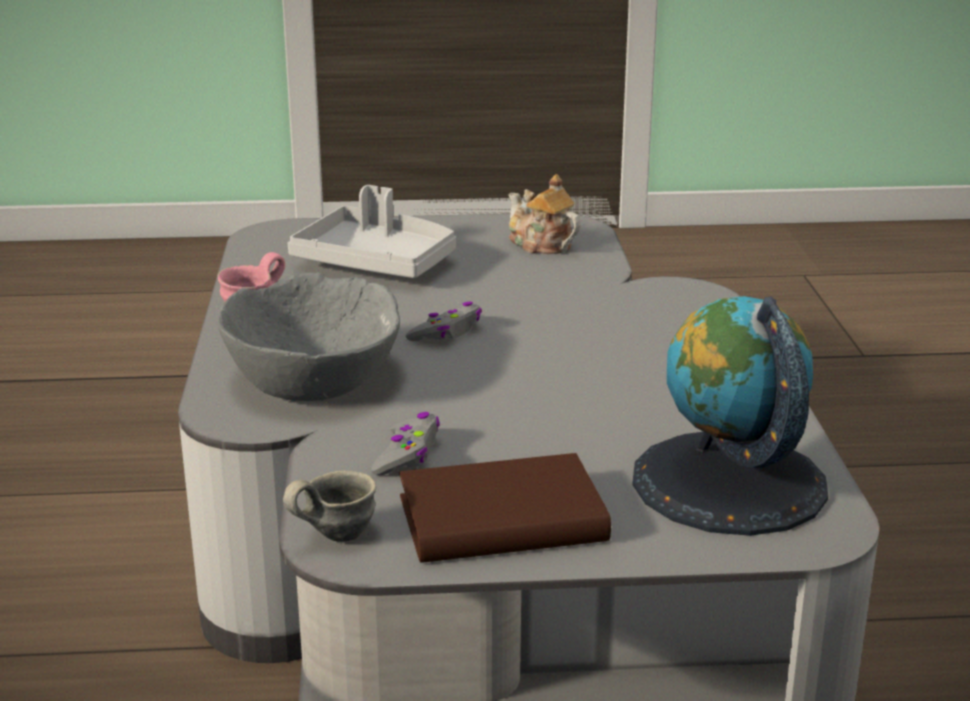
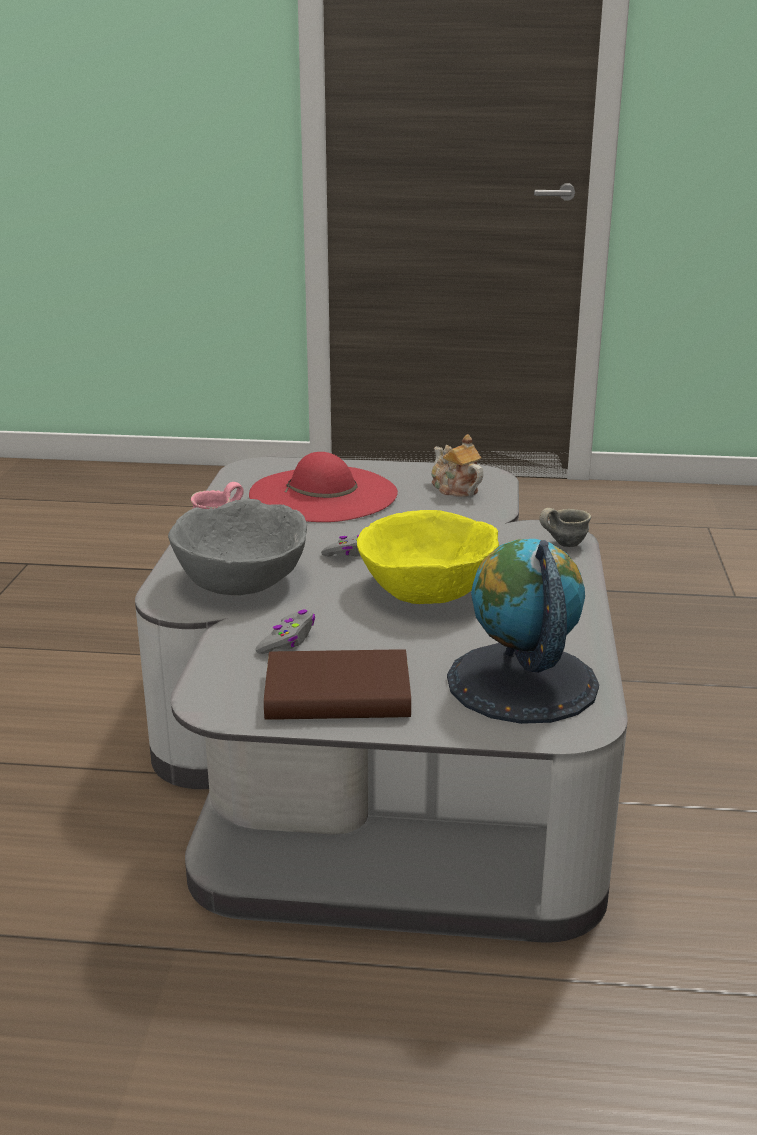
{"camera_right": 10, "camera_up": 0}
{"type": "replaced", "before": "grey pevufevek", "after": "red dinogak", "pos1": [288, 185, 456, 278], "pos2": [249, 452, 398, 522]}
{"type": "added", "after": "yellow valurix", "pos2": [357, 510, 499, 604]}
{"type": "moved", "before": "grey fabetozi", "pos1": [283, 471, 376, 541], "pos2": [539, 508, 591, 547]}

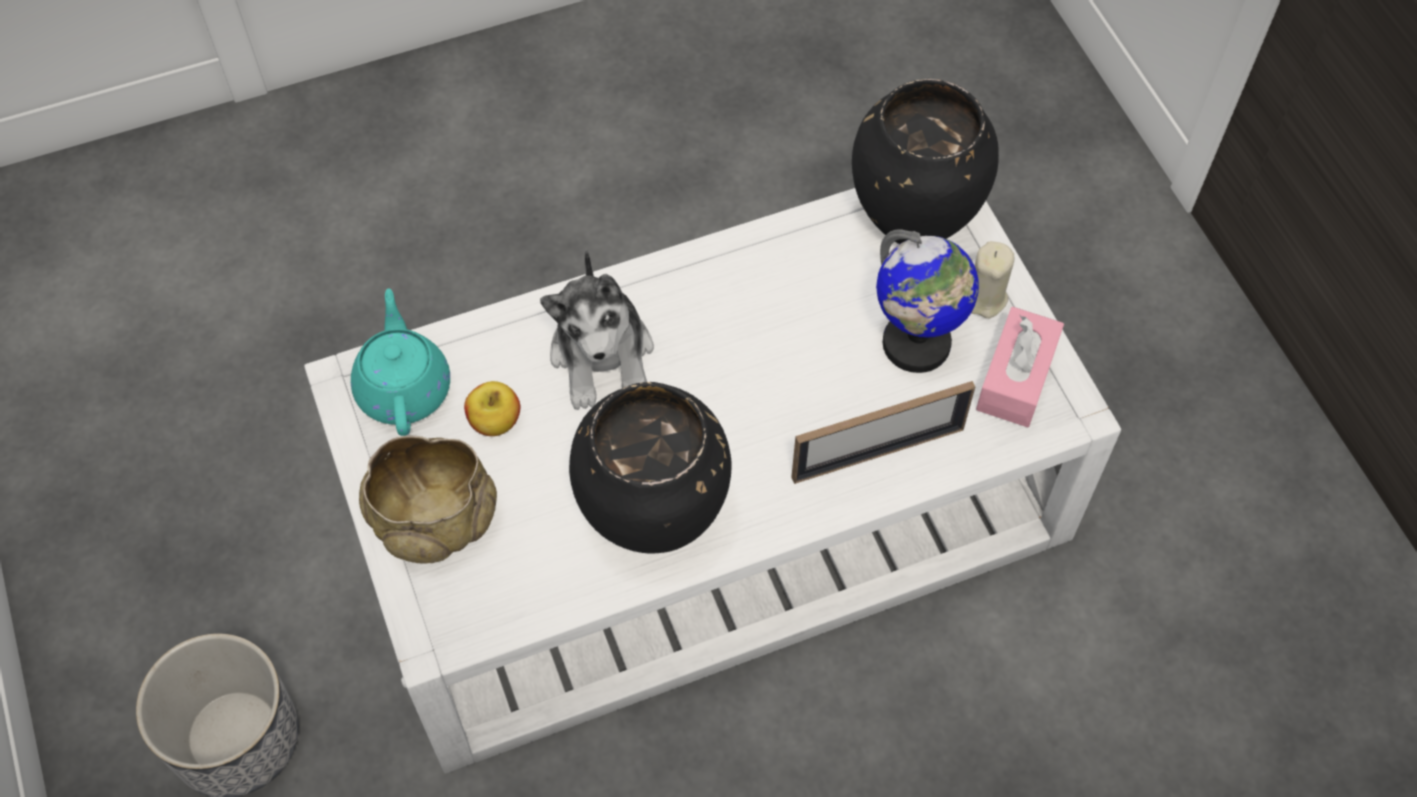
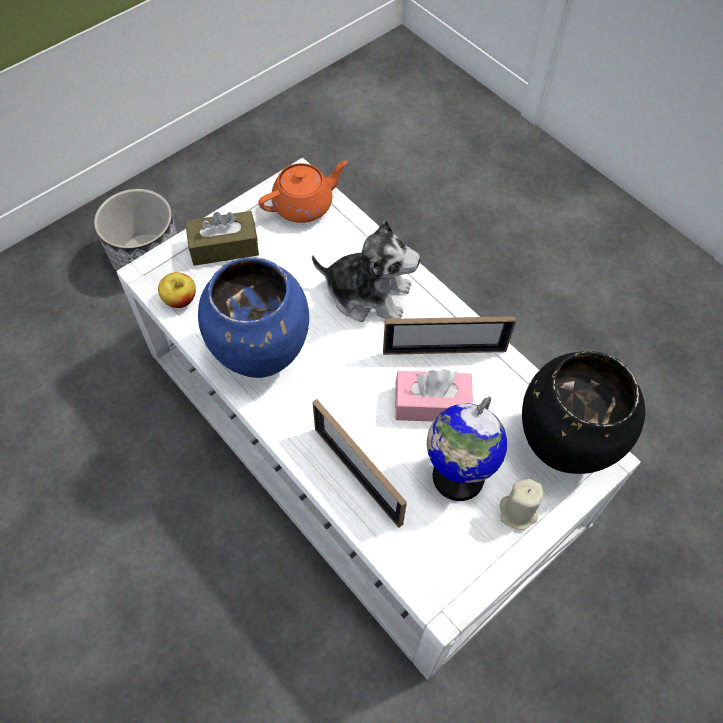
{"camera_right": 70, "camera_up": 0}
{"type": "moved", "before": "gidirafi", "pos1": [464, 381, 520, 436], "pos2": [158, 272, 196, 308]}
{"type": "replaced", "before": "beige valurix", "after": "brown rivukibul", "pos1": [359, 436, 497, 564], "pos2": [185, 211, 259, 266]}
{"type": "recoloured", "before": "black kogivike", "after": "blue kogivike", "pos1": [569, 382, 732, 553], "pos2": [198, 257, 309, 378]}
{"type": "recoloured", "before": "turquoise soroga", "after": "orange soroga", "pos1": [351, 288, 450, 436], "pos2": [259, 161, 348, 223]}
{"type": "turned", "before": "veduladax", "pos1": [540, 249, 654, 410], "pos2": [312, 220, 420, 322], "turn": -135}
{"type": "added", "after": "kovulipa", "pos2": [383, 316, 516, 355]}
{"type": "moved", "before": "pink rivukibul", "pos1": [976, 307, 1064, 427], "pos2": [395, 369, 473, 422]}

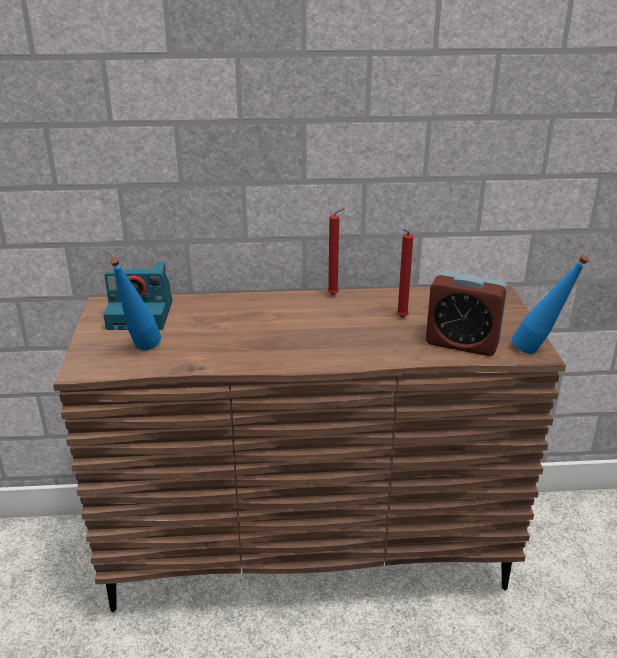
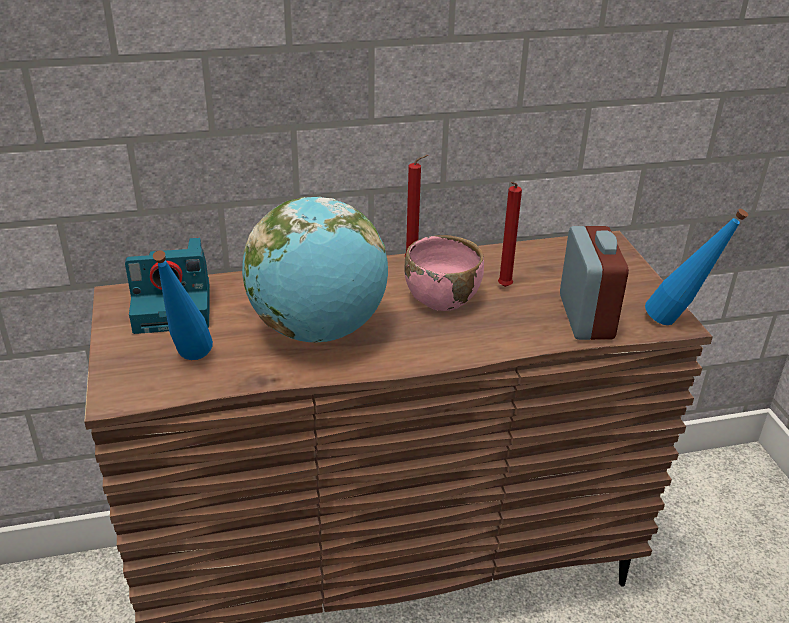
{"camera_right": -10, "camera_up": 5}
{"type": "added", "after": "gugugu", "pos2": [242, 196, 388, 343]}
{"type": "added", "after": "pink valurix", "pos2": [405, 235, 484, 311]}
{"type": "turned", "before": "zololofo", "pos1": [426, 271, 508, 356], "pos2": [560, 226, 629, 340], "turn": -105}

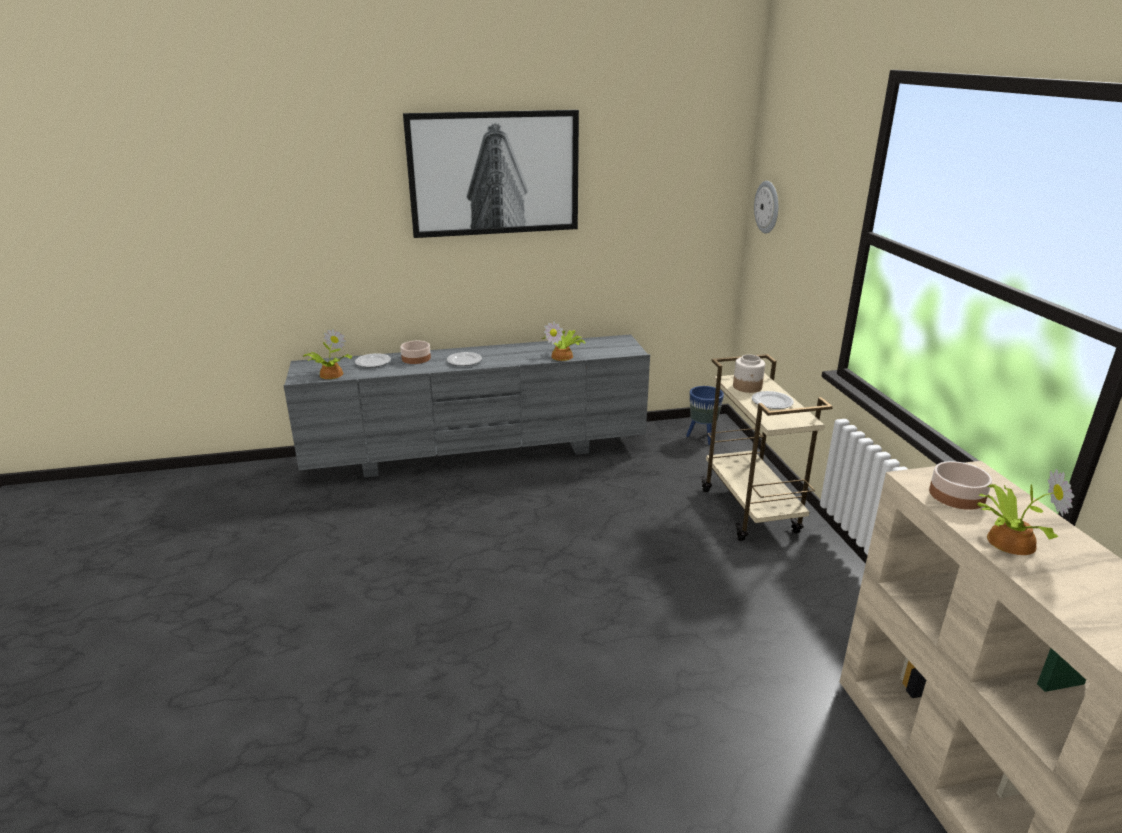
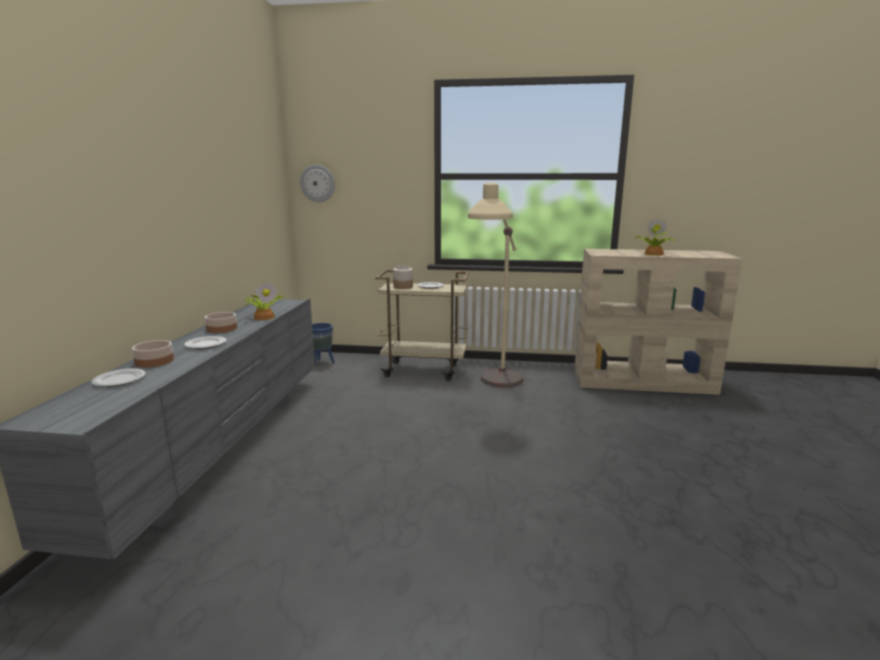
{"camera_right": -70, "camera_up": -10}
{"type": "moved", "before": "valurix", "pos1": [929, 461, 992, 510], "pos2": [205, 312, 237, 333]}
{"type": "added", "after": "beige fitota", "pos2": [468, 182, 523, 388]}
{"type": "removed", "before": "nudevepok", "pos1": [302, 328, 352, 379]}
{"type": "removed", "before": "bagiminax", "pos1": [403, 110, 579, 238]}

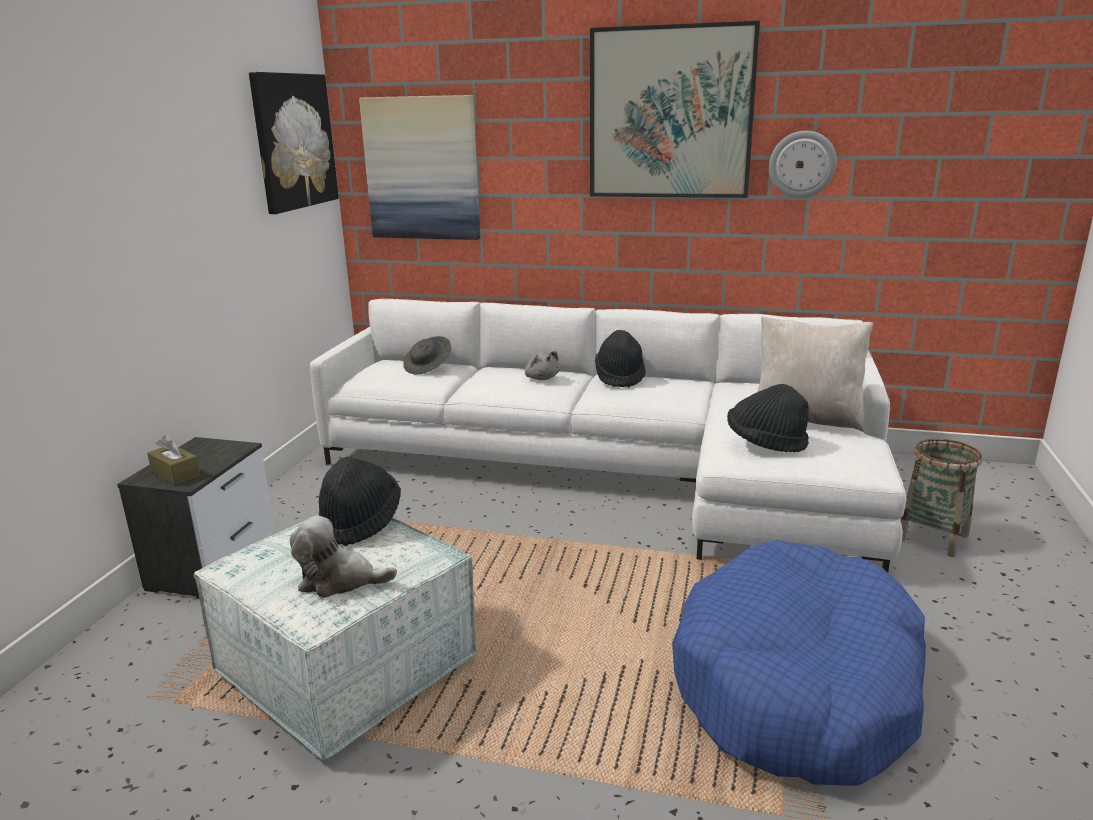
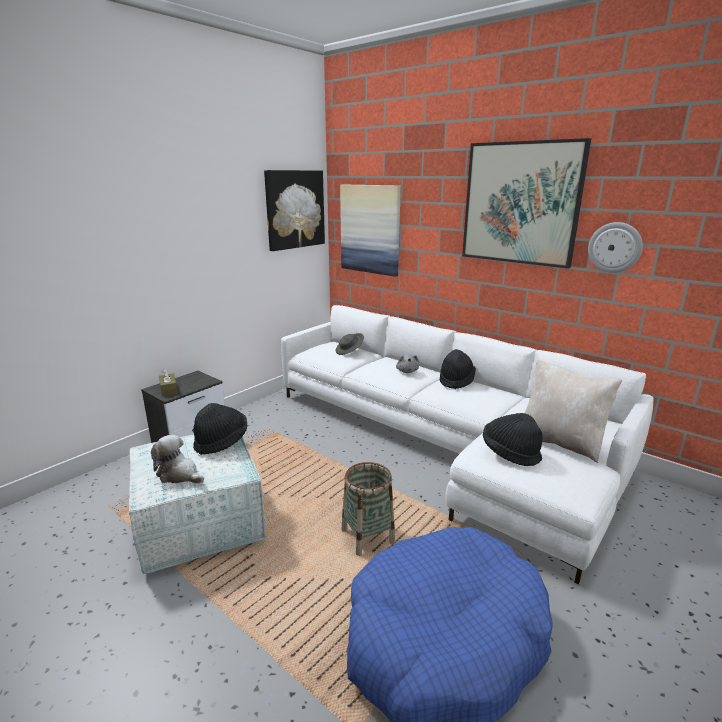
{"camera_right": 25, "camera_up": 0}
{"type": "moved", "before": "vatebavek", "pos1": [901, 439, 982, 557], "pos2": [342, 462, 395, 556]}

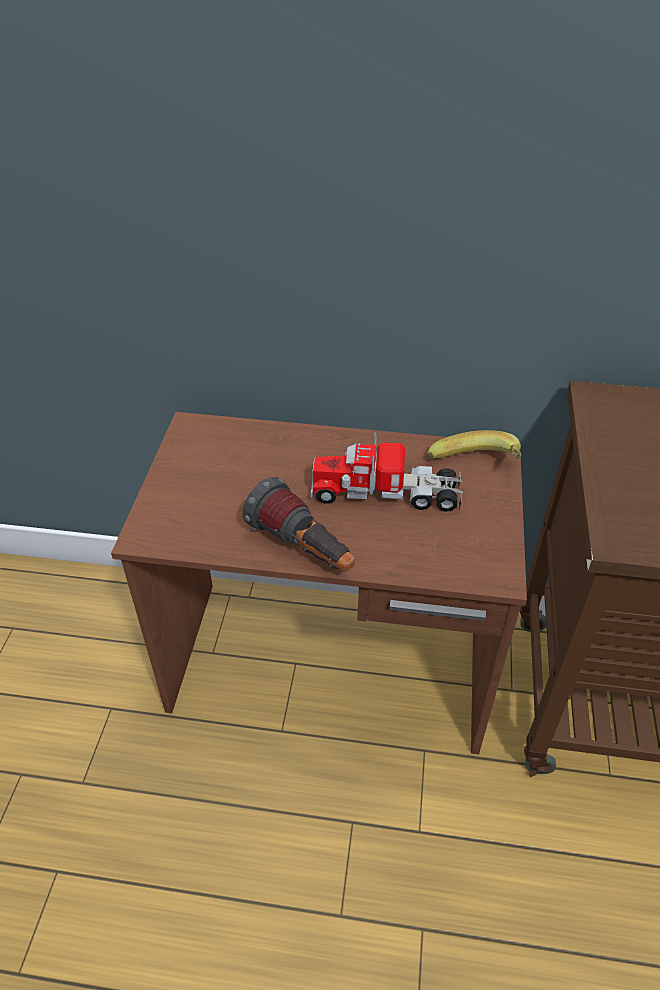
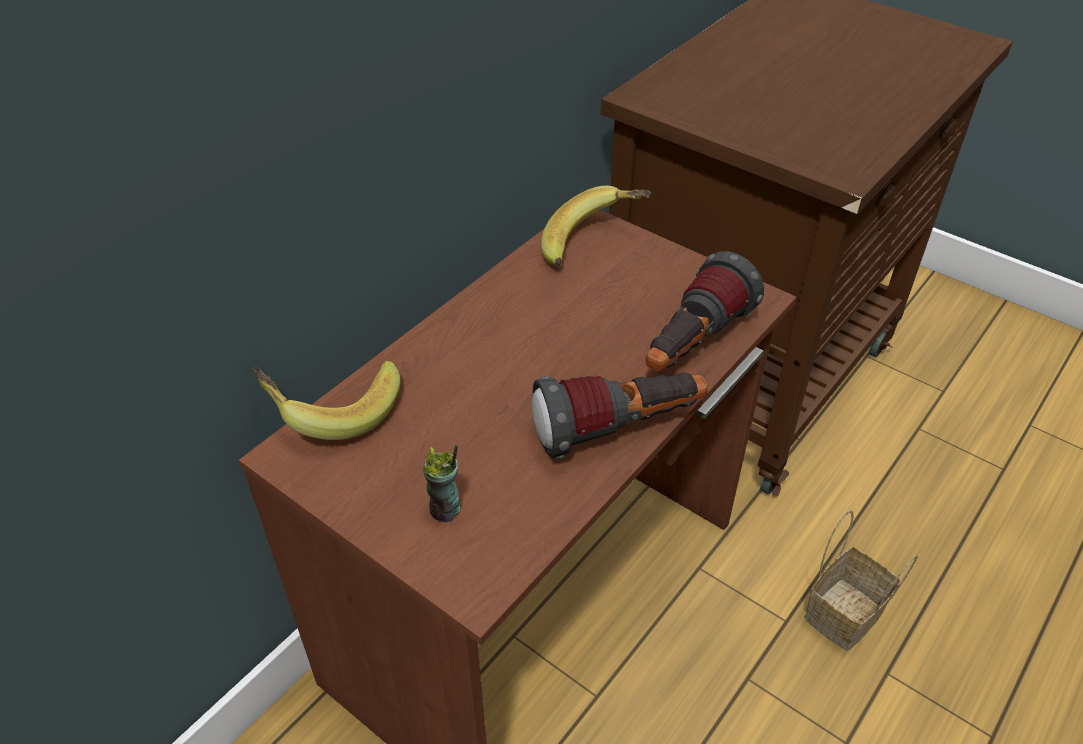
{"camera_right": -60, "camera_up": 0}
{"type": "added", "after": "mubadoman", "pos2": [252, 360, 401, 440]}
{"type": "added", "after": "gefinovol", "pos2": [423, 444, 461, 522]}
{"type": "added", "after": "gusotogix", "pos2": [646, 251, 764, 372]}
{"type": "added", "after": "vatebavek", "pos2": [804, 510, 918, 651]}
{"type": "removed", "before": "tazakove", "pos1": [310, 432, 463, 512]}

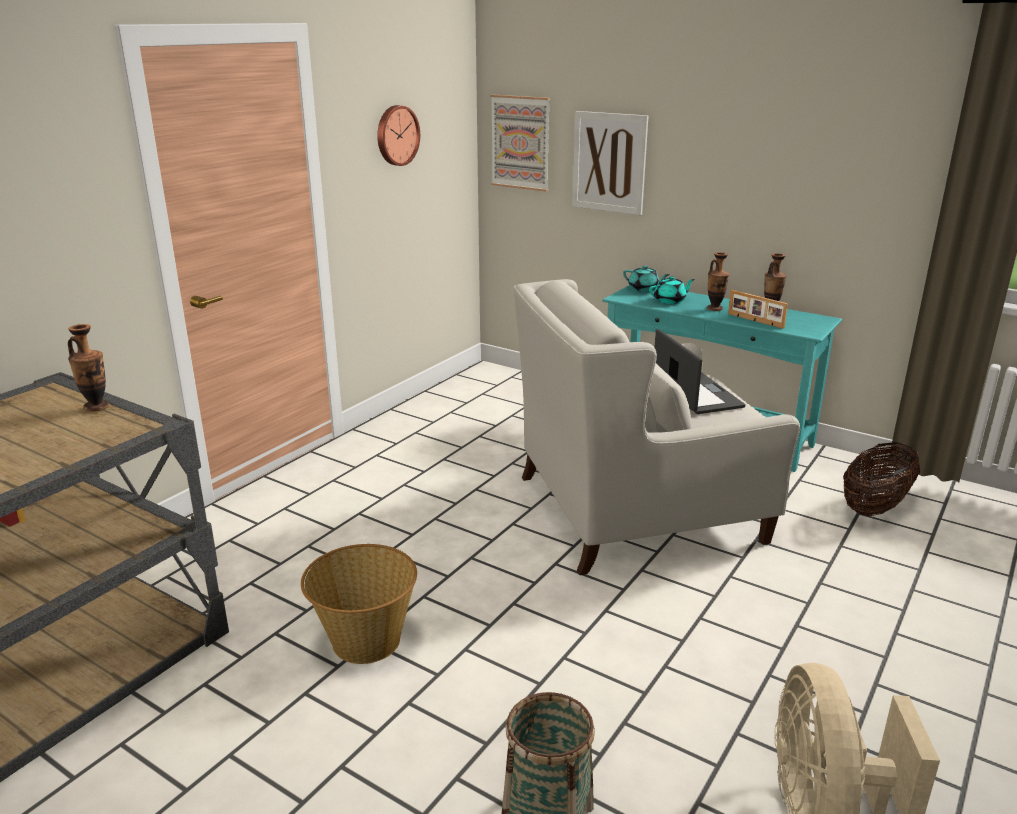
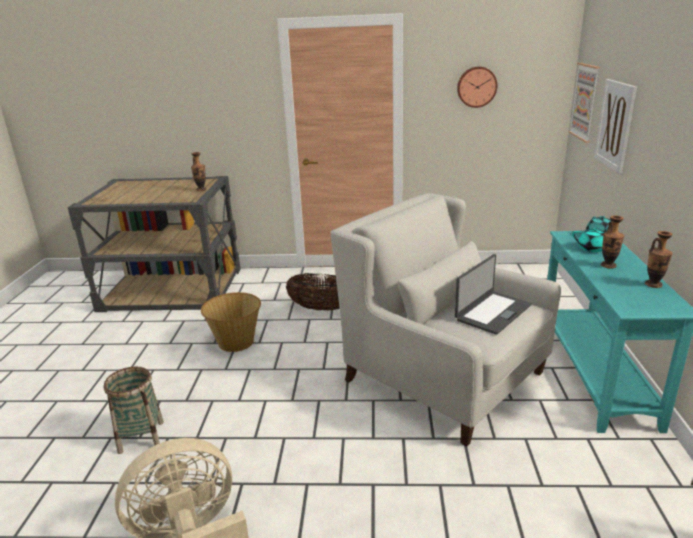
{"camera_right": 60, "camera_up": 0}
{"type": "moved", "before": "vatebavek", "pos1": [843, 442, 920, 516], "pos2": [286, 273, 340, 310]}
{"type": "removed", "before": "kovulipa", "pos1": [728, 290, 788, 329]}

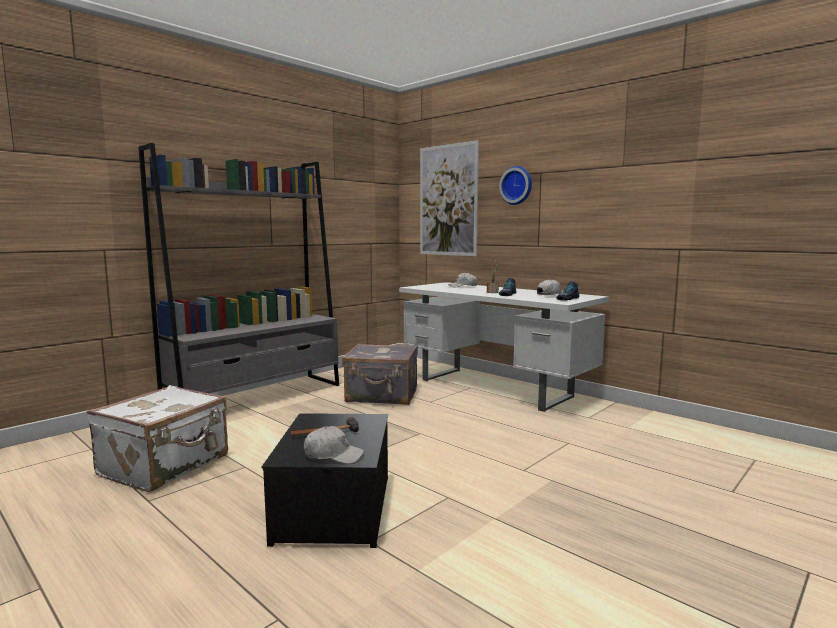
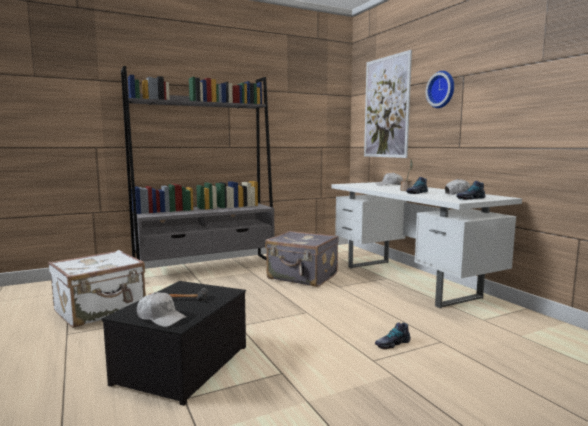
{"camera_right": 20, "camera_up": 0}
{"type": "added", "after": "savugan", "pos2": [375, 322, 411, 349]}

